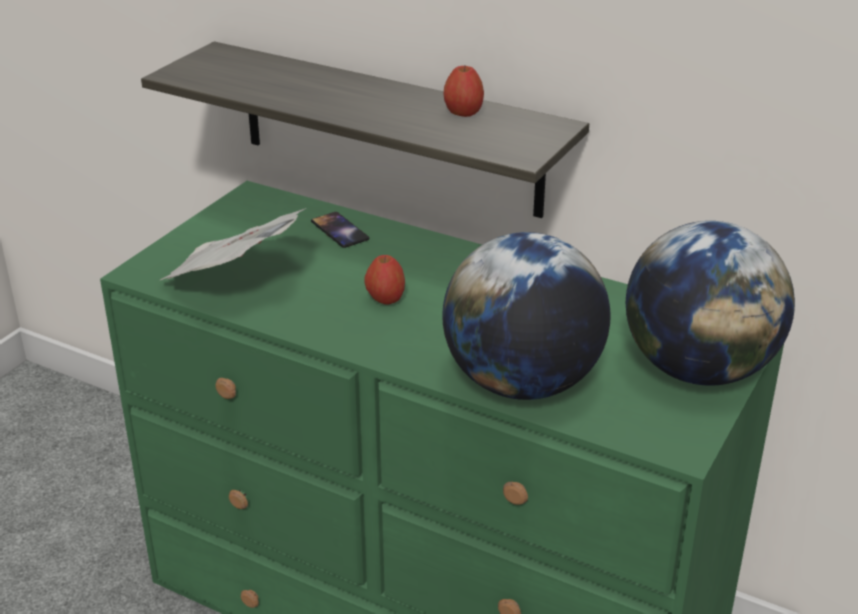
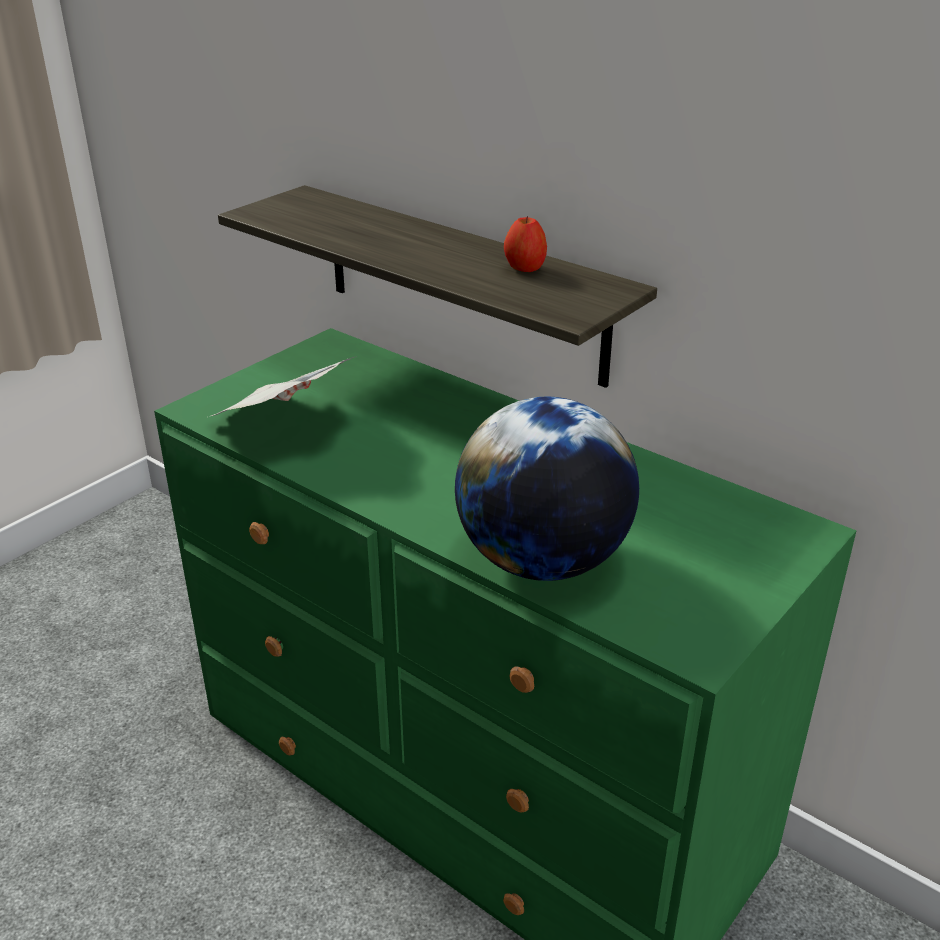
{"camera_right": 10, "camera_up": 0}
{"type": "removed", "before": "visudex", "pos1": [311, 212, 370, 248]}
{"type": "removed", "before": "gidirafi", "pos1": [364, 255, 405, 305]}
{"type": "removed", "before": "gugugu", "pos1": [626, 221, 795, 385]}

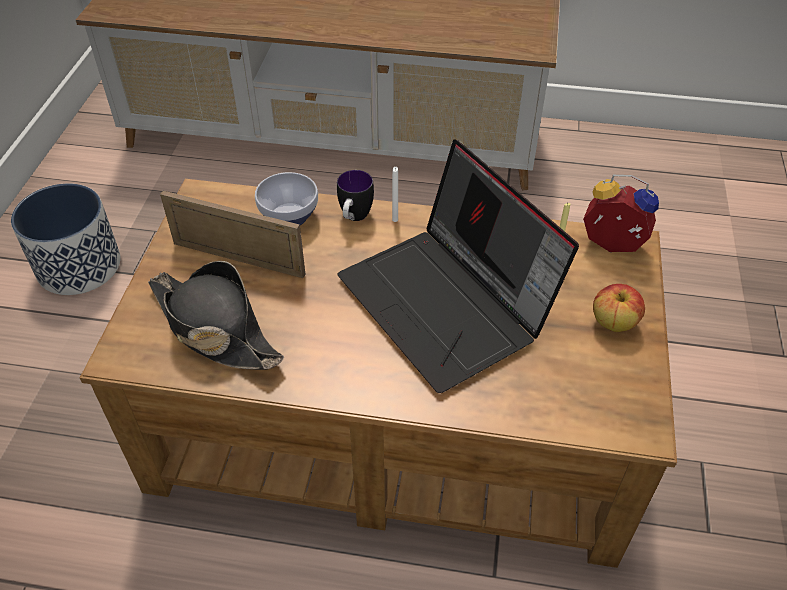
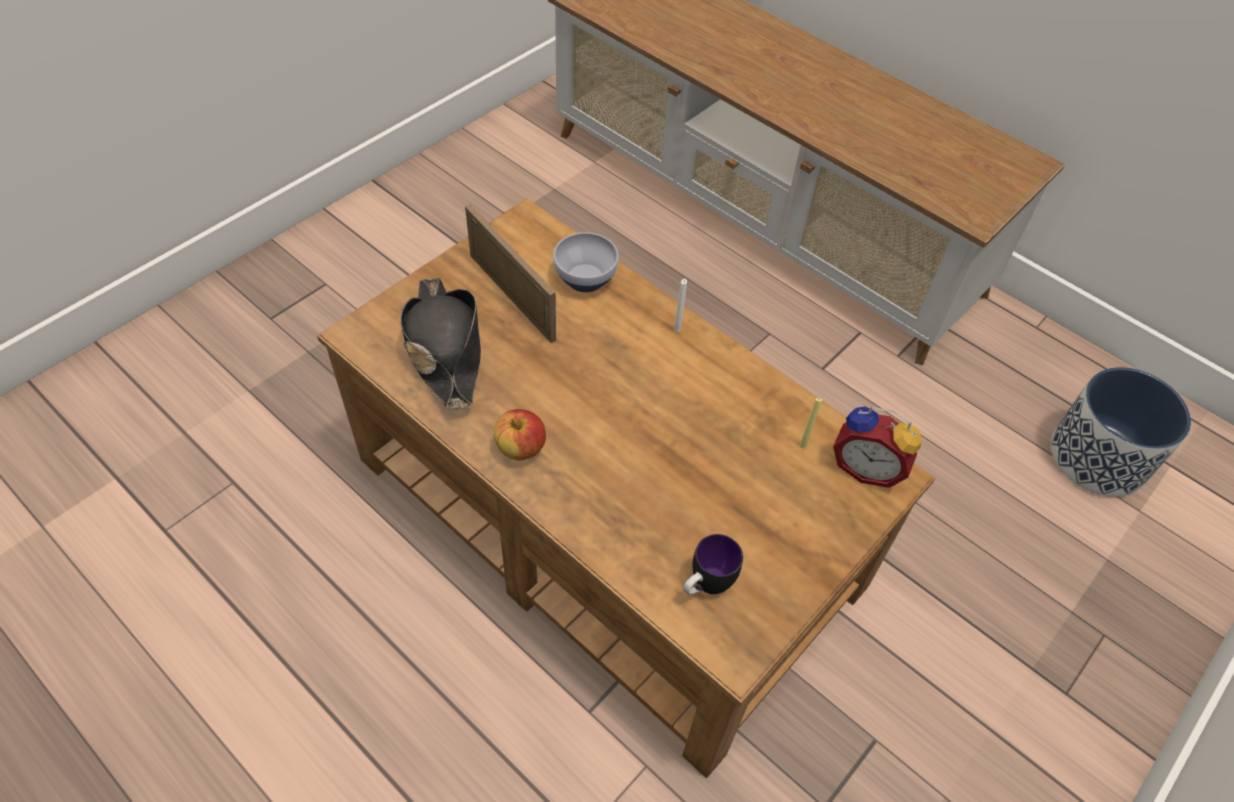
{"camera_right": 30, "camera_up": 5}
{"type": "moved", "before": "gidirafi", "pos1": [593, 284, 645, 332], "pos2": [494, 409, 546, 461]}
{"type": "moved", "before": "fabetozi", "pos1": [337, 170, 374, 221], "pos2": [683, 534, 743, 595]}
{"type": "turned", "before": "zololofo", "pos1": [583, 175, 659, 252], "pos2": [833, 407, 922, 488], "turn": 150}
{"type": "moved", "before": "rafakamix", "pos1": [11, 183, 120, 295], "pos2": [1051, 367, 1191, 497]}
{"type": "removed", "before": "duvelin", "pos1": [337, 139, 579, 393]}

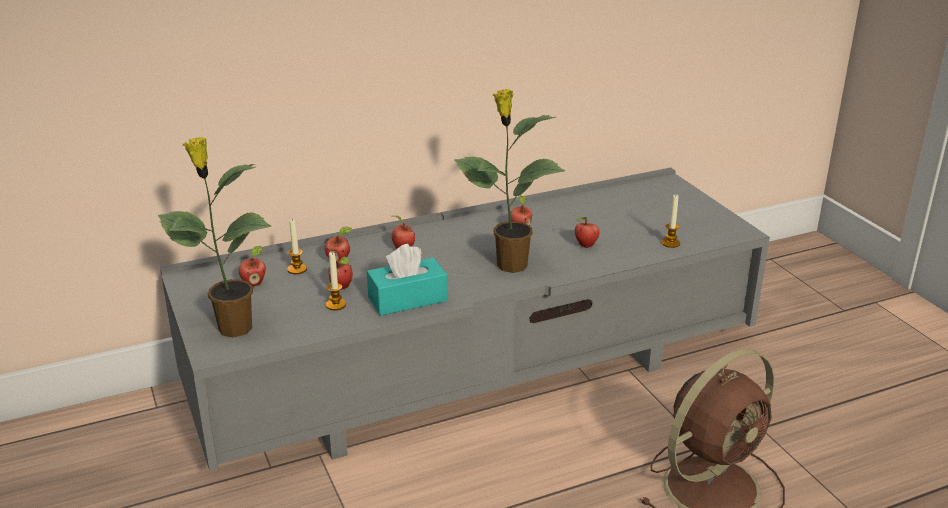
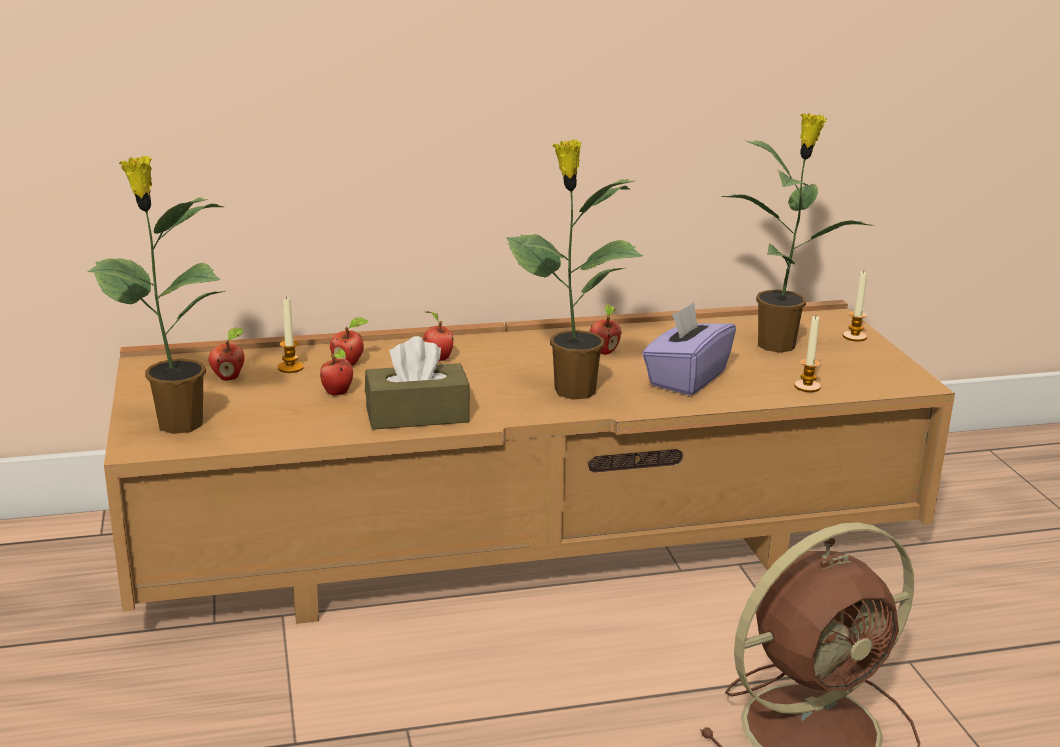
{"camera_right": 10, "camera_up": -5}
{"type": "recoloured", "before": "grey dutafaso", "after": "brown dutafaso", "pos1": [160, 168, 770, 472], "pos2": [104, 300, 955, 624]}
{"type": "recoloured", "before": "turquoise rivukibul", "after": "brown rivukibul", "pos1": [367, 244, 448, 316], "pos2": [365, 336, 470, 430]}
{"type": "replaced", "before": "gidirafi", "after": "purple rivukibul", "pos1": [575, 217, 600, 248], "pos2": [642, 302, 736, 396]}
{"type": "added", "after": "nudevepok", "pos2": [722, 113, 873, 353]}
{"type": "moved", "before": "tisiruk", "pos1": [326, 252, 346, 311], "pos2": [843, 271, 867, 342]}

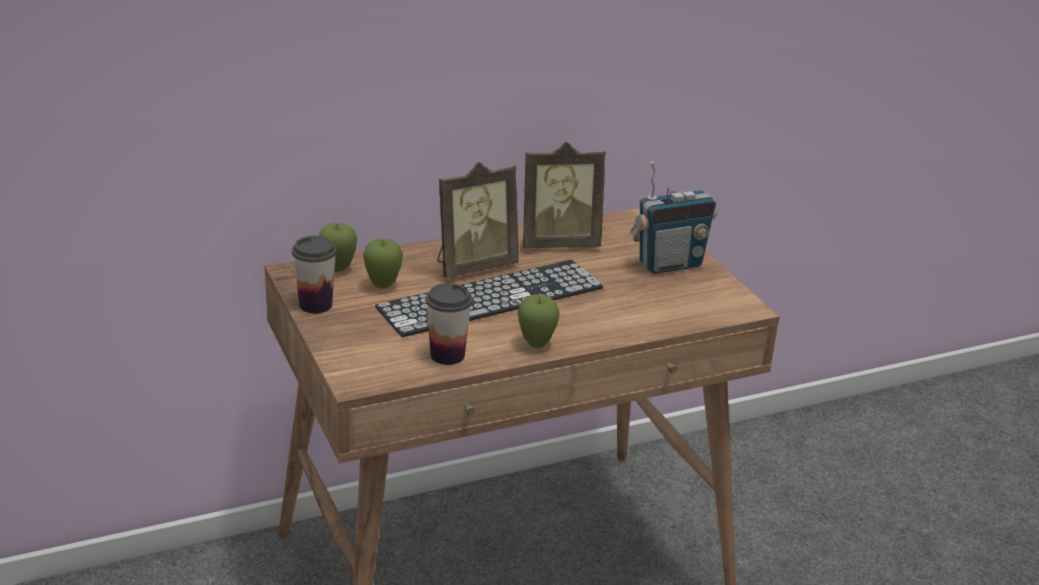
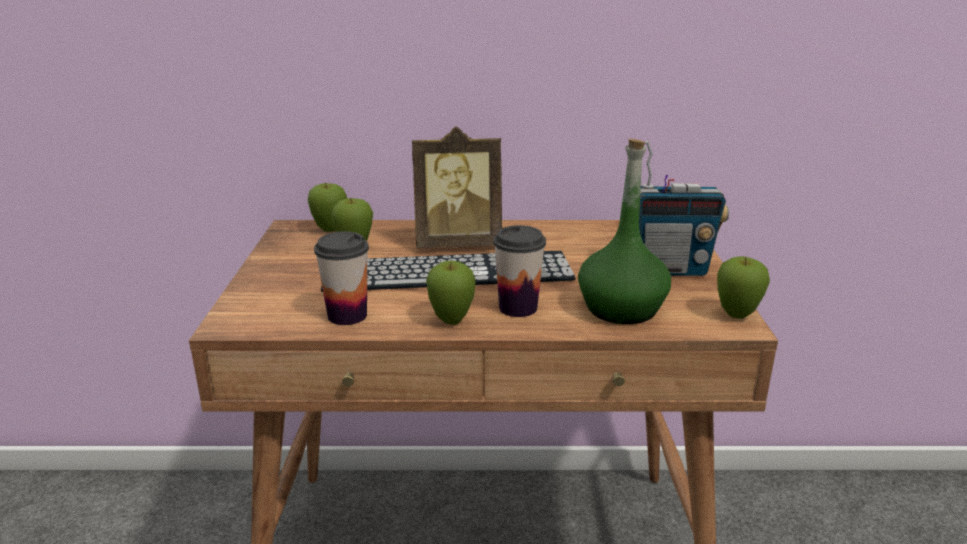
{"camera_right": 25, "camera_up": -5}
{"type": "moved", "before": "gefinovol", "pos1": [292, 236, 337, 313], "pos2": [493, 225, 546, 317]}
{"type": "added", "after": "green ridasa", "pos2": [578, 139, 671, 324]}
{"type": "added", "after": "gidirafi", "pos2": [717, 256, 770, 319]}
{"type": "removed", "before": "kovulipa", "pos1": [523, 142, 606, 248]}

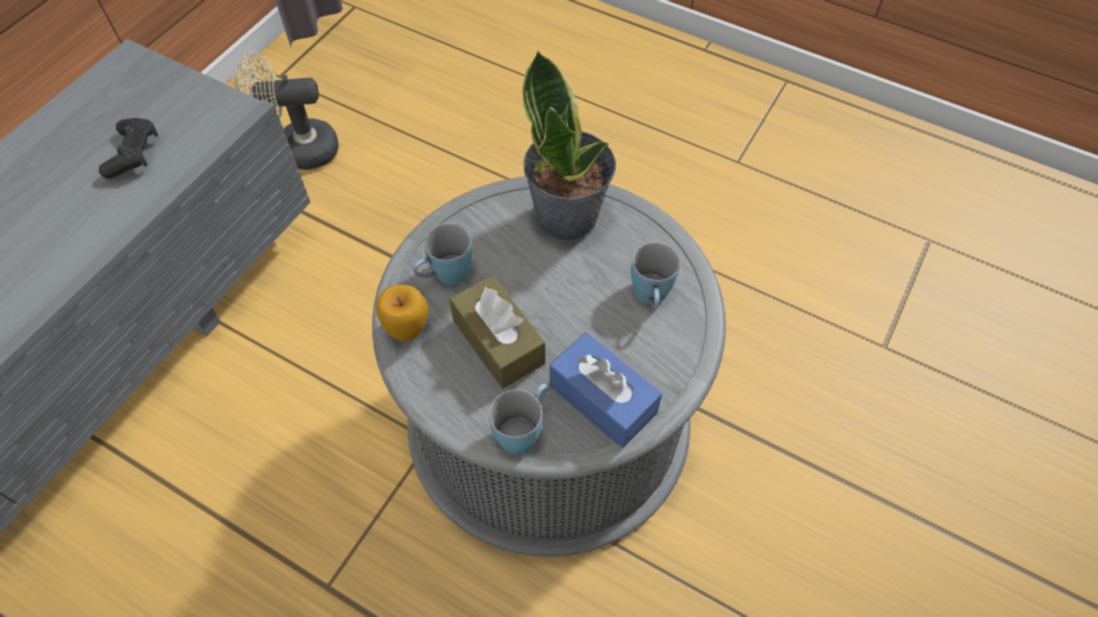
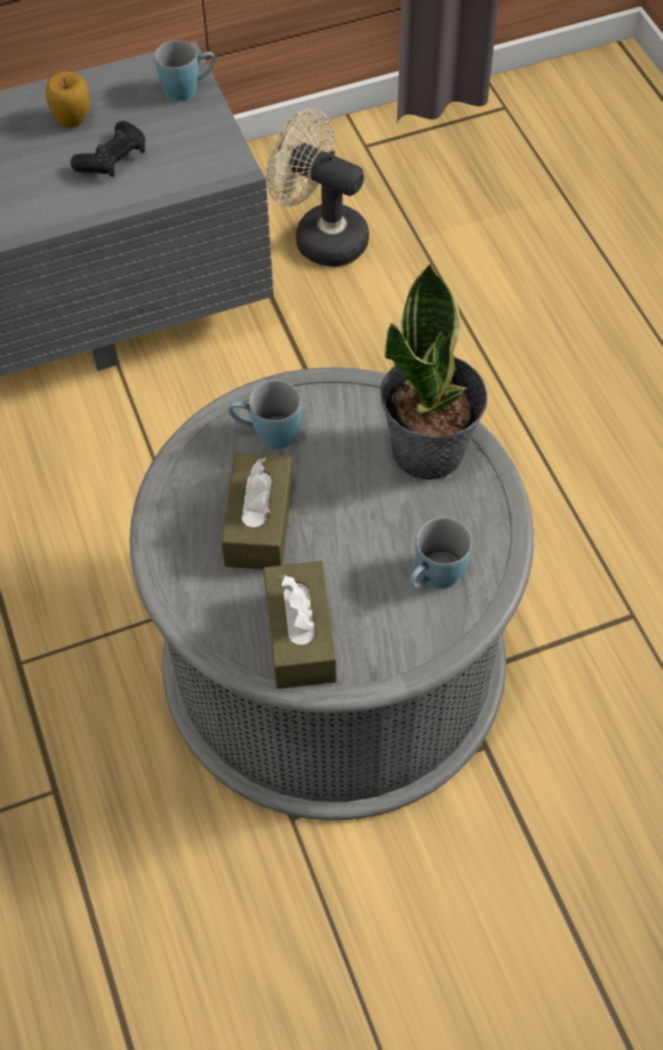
{"camera_right": 40, "camera_up": 0}
{"type": "moved", "before": "gidirafi", "pos1": [376, 285, 429, 341], "pos2": [46, 71, 90, 128]}
{"type": "moved", "before": "blue fabetozi", "pos1": [489, 383, 548, 454], "pos2": [155, 40, 215, 101]}
{"type": "recoloured", "before": "blue rivukibul", "after": "brown rivukibul", "pos1": [550, 332, 662, 448], "pos2": [263, 561, 337, 689]}

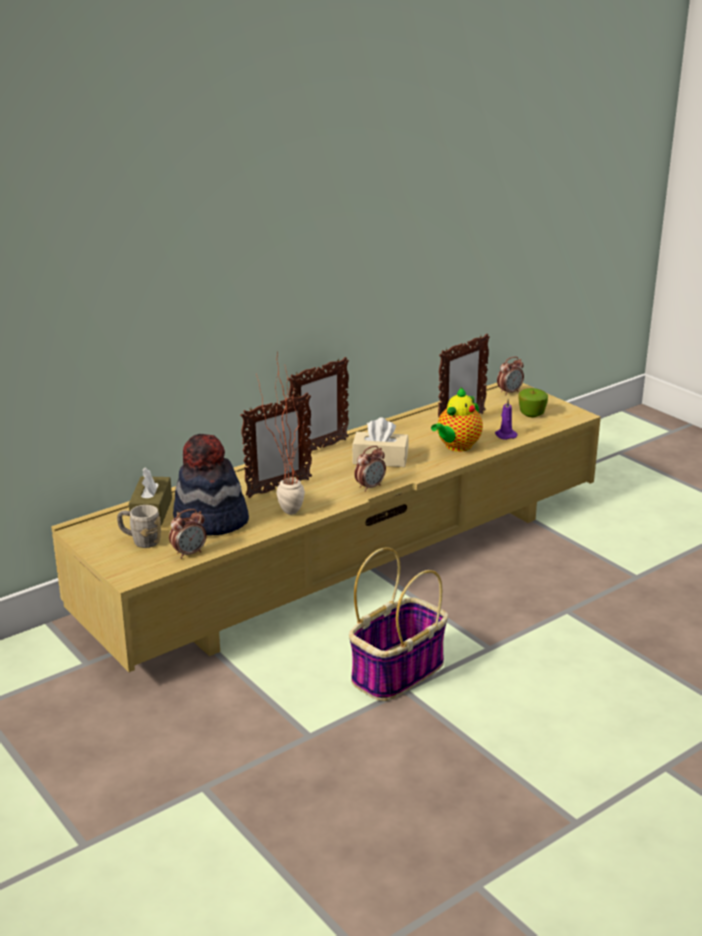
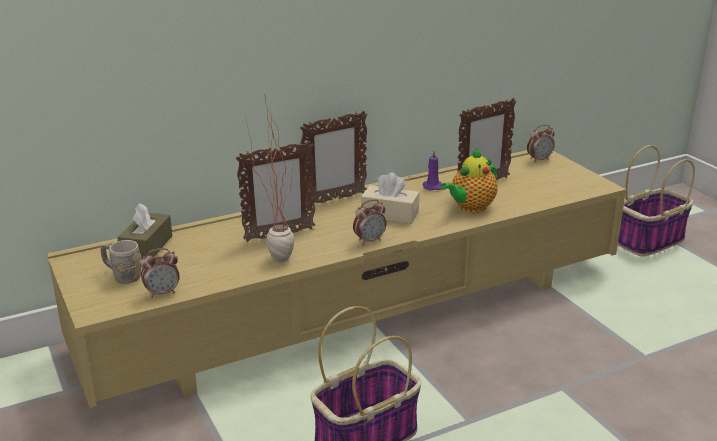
{"camera_right": 10, "camera_up": 0}
{"type": "moved", "before": "purple tisiruk", "pos1": [495, 398, 518, 440], "pos2": [423, 150, 442, 190]}
{"type": "added", "after": "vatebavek", "pos2": [618, 145, 695, 256]}
{"type": "removed", "before": "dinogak", "pos1": [173, 434, 249, 536]}
{"type": "removed", "before": "gidirafi", "pos1": [518, 388, 548, 417]}

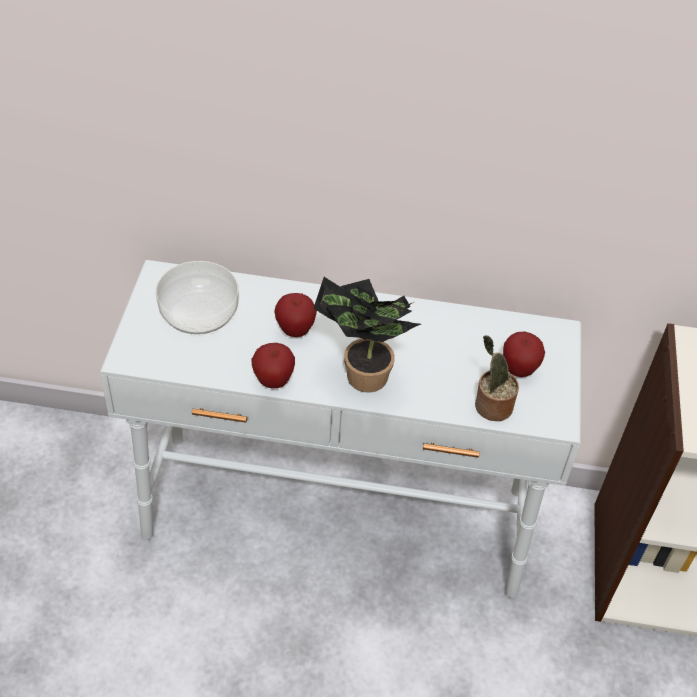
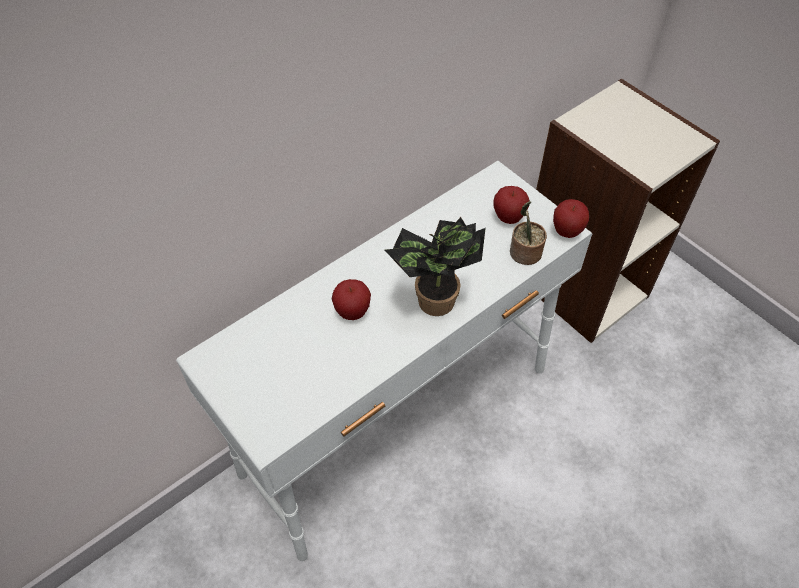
{"camera_right": -45, "camera_up": 5}
{"type": "moved", "before": "gidirafi", "pos1": [251, 343, 295, 388], "pos2": [553, 199, 589, 238]}
{"type": "removed", "before": "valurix", "pos1": [156, 261, 239, 334]}

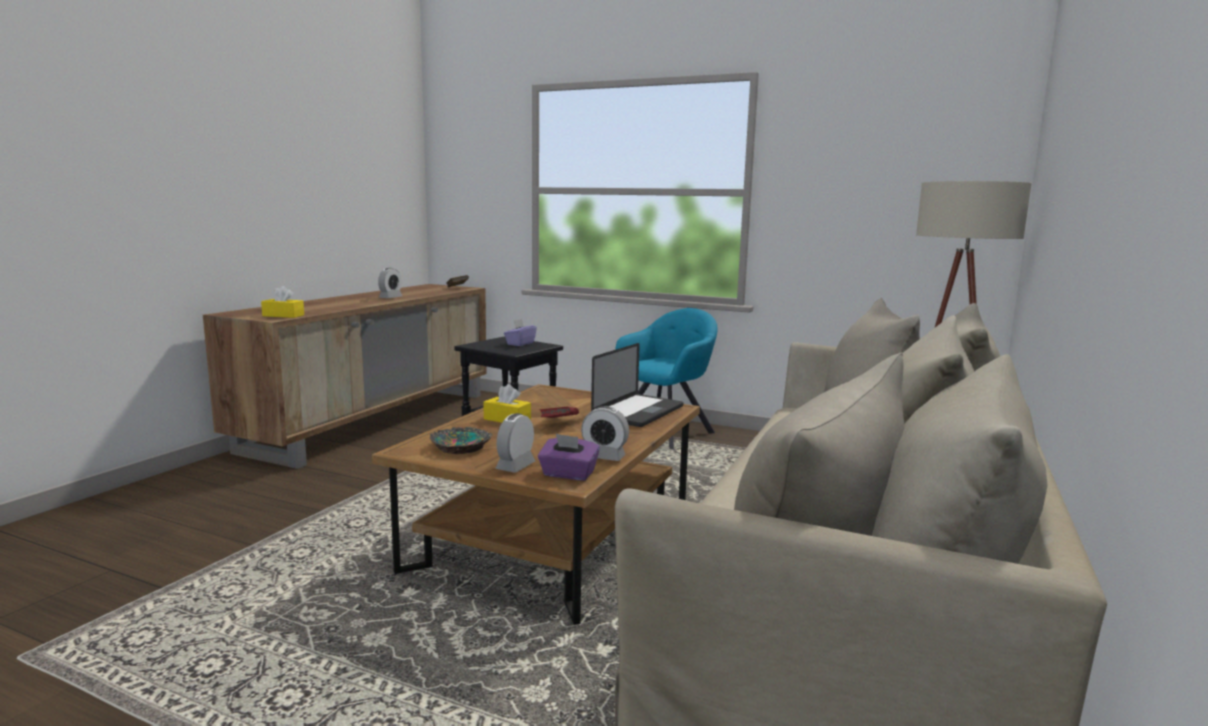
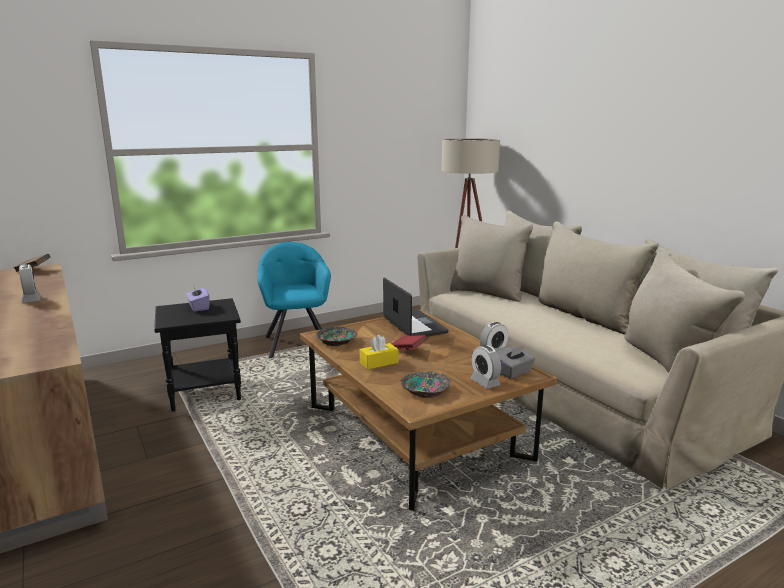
{"camera_right": -55, "camera_up": 5}
{"type": "added", "after": "valurix", "pos2": [316, 326, 358, 346]}
{"type": "recoloured", "before": "purple rivukibul", "after": "grey rivukibul", "pos1": [538, 434, 600, 481], "pos2": [497, 346, 535, 379]}
{"type": "removed", "before": "yellow rivukibul", "pos1": [261, 286, 304, 318]}

